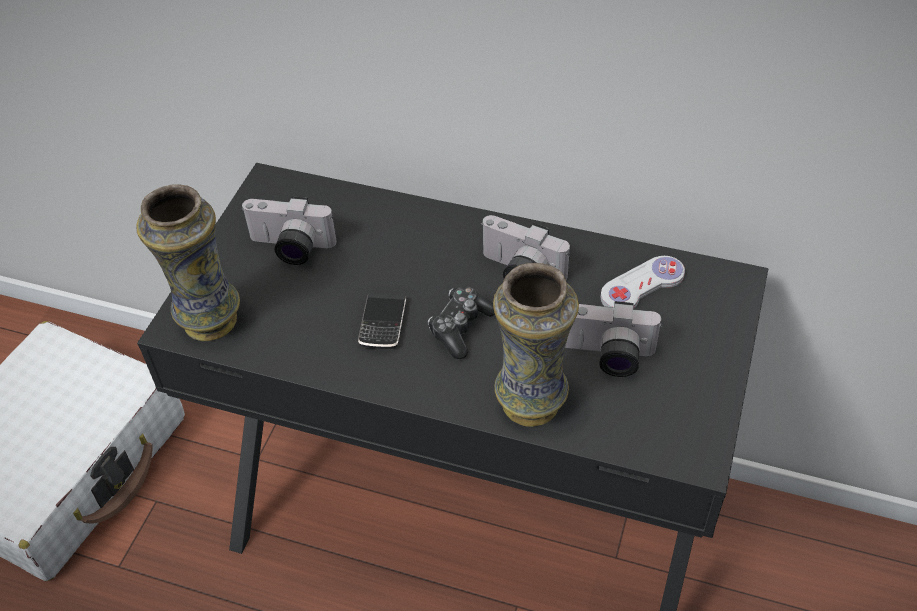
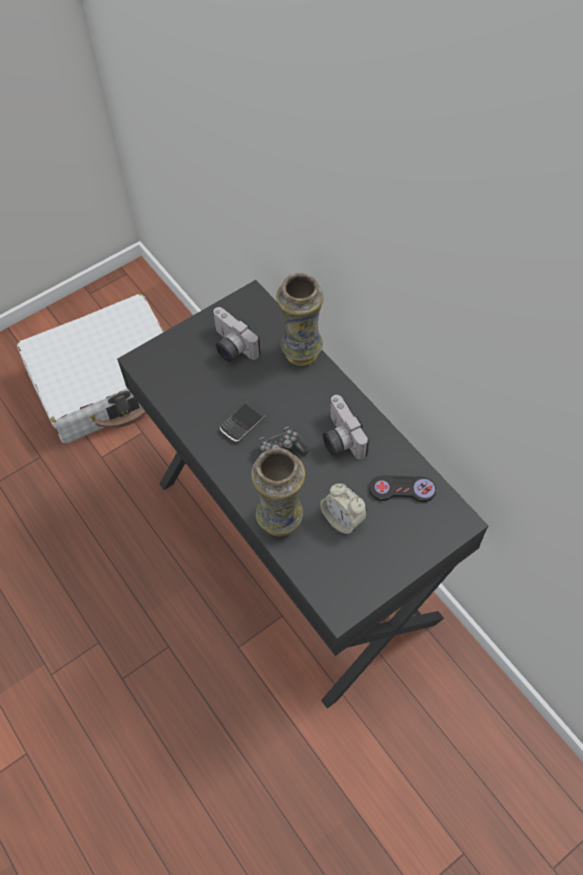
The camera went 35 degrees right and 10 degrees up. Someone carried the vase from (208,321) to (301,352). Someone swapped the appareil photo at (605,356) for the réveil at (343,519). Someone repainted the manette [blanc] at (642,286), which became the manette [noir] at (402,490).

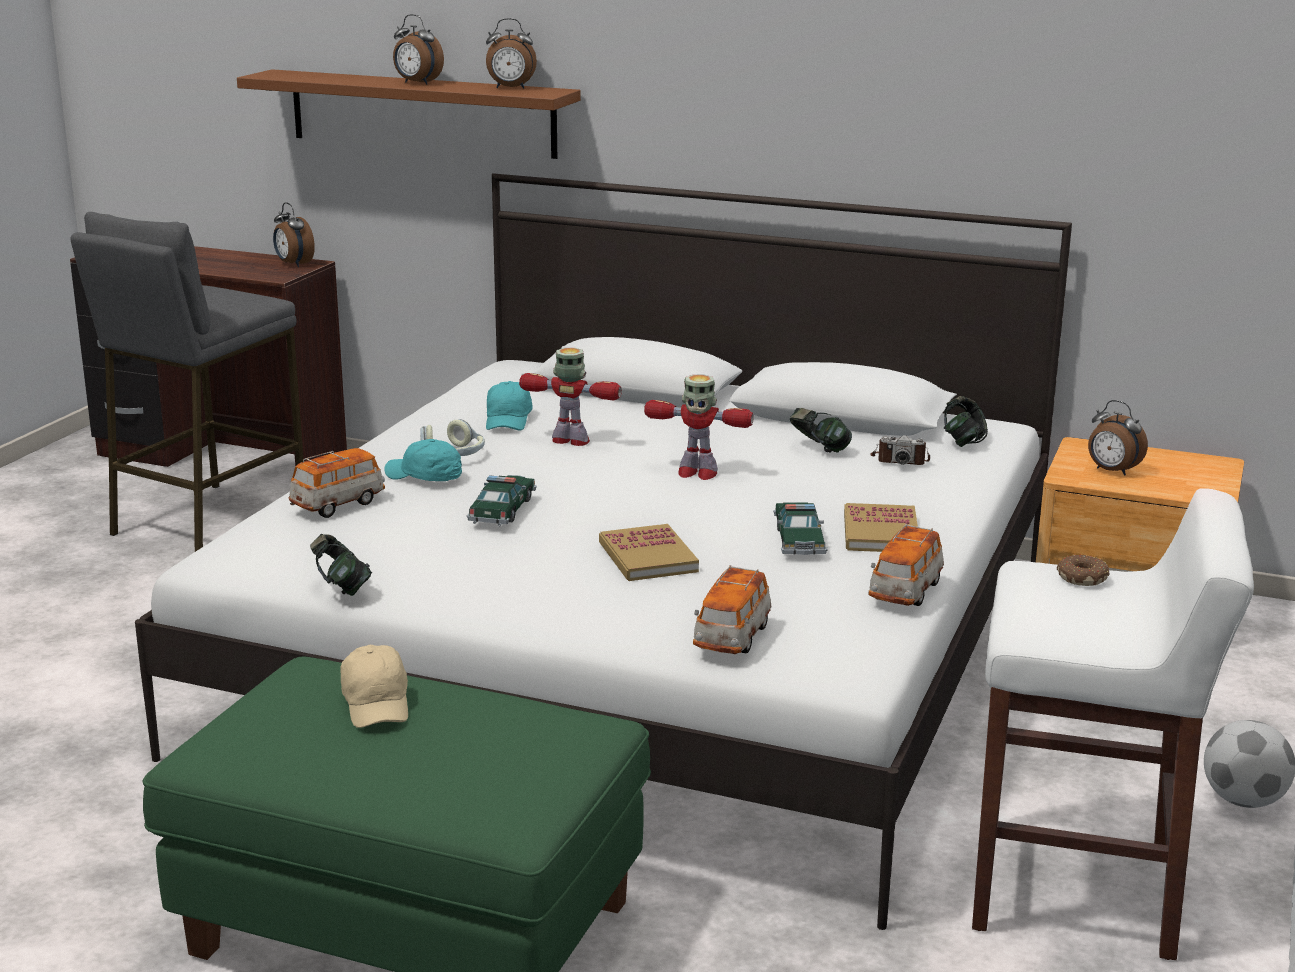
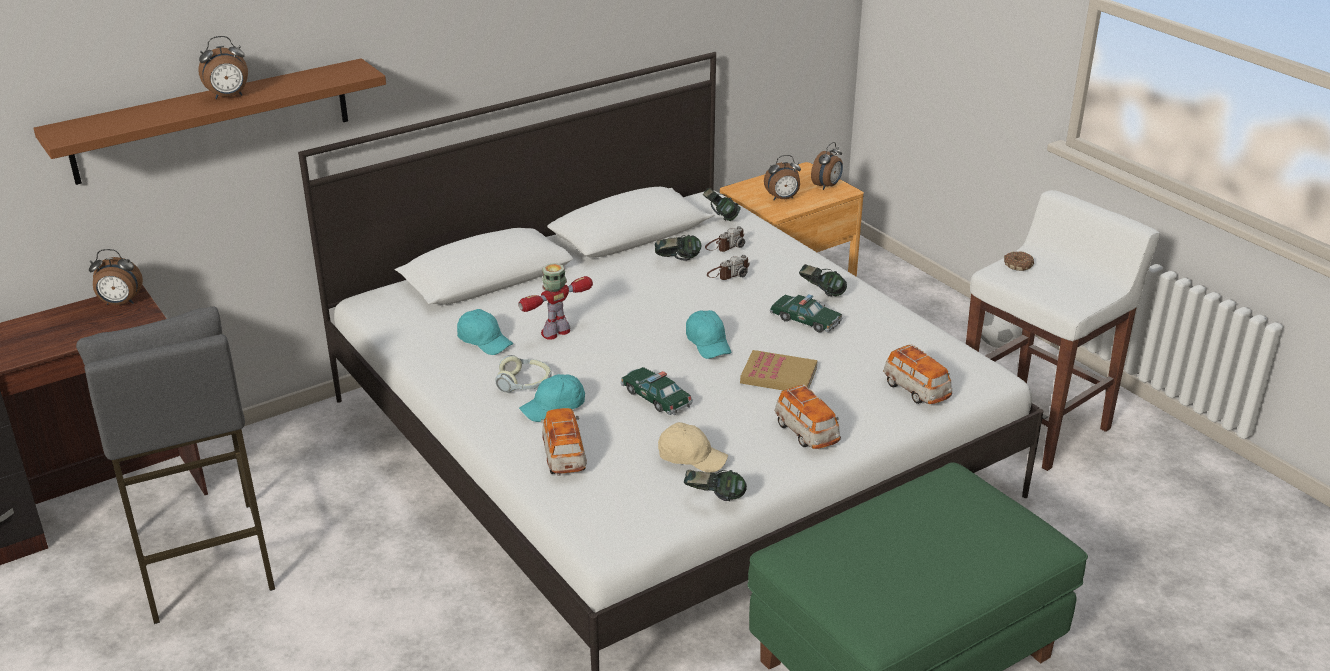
The camera went 55 degrees left and 10 degrees up. Someone took away the robot jouet at (696,473). Someone put down the casquette [turquoise] at (708,343). Someone put down the appareil photo at (728,273). Someone carried the casquette [beige] from (377,704) to (691,457). Someone carried the réveil from (510,88) to (827,186). Someone carried the petite voiture from (905,592) to (806,433). Someone swapped the livre at (880,533) for the casque audio at (821,293).

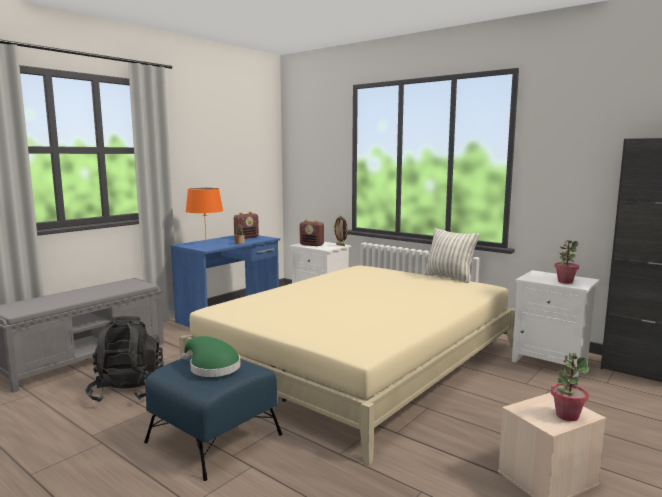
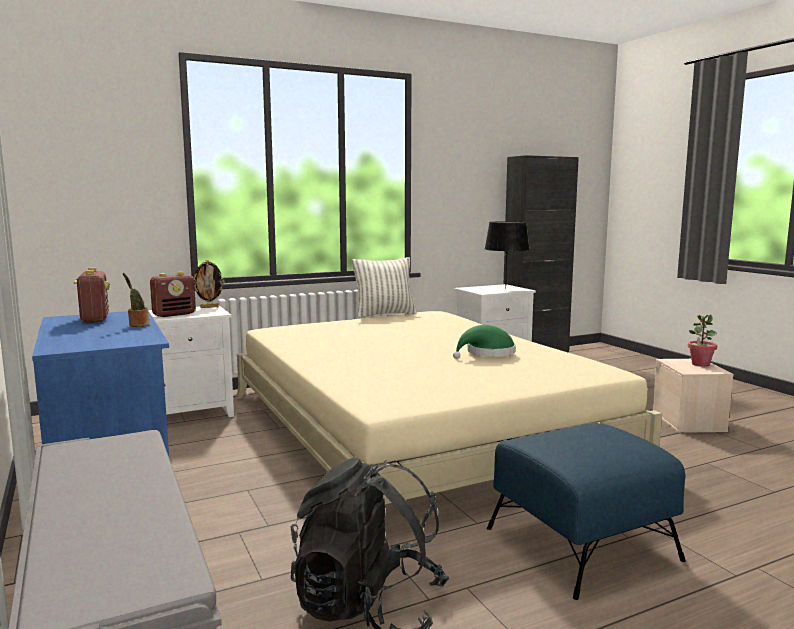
The camera went 65 degrees left and 0 degrees up. Someone took away the lampe de table [orange] at (206,244). Someone carried the chapeau [vert] from (212,367) to (487,353). Someone swapped the plante en pot at (565,281) for the lampe de table [noir] at (505,289).

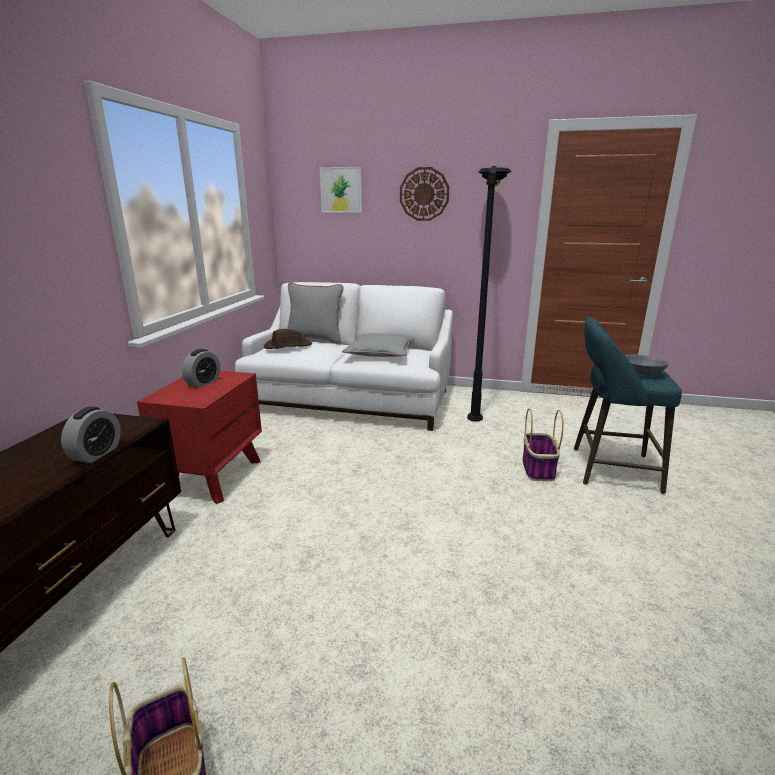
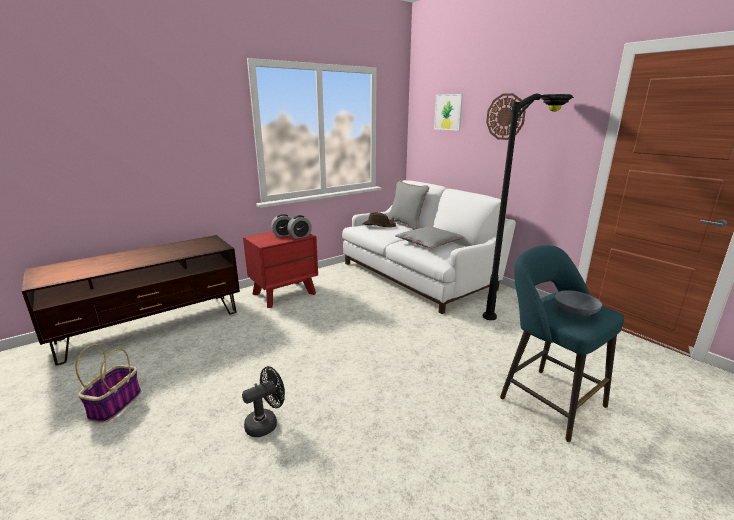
The camera went 40 degrees right and 0 degrees up. Someone took away the panier at (538,469). Someone put down the ventilateur [noir] at (266,423). Someone carried the réveil from (96,454) to (300,236).

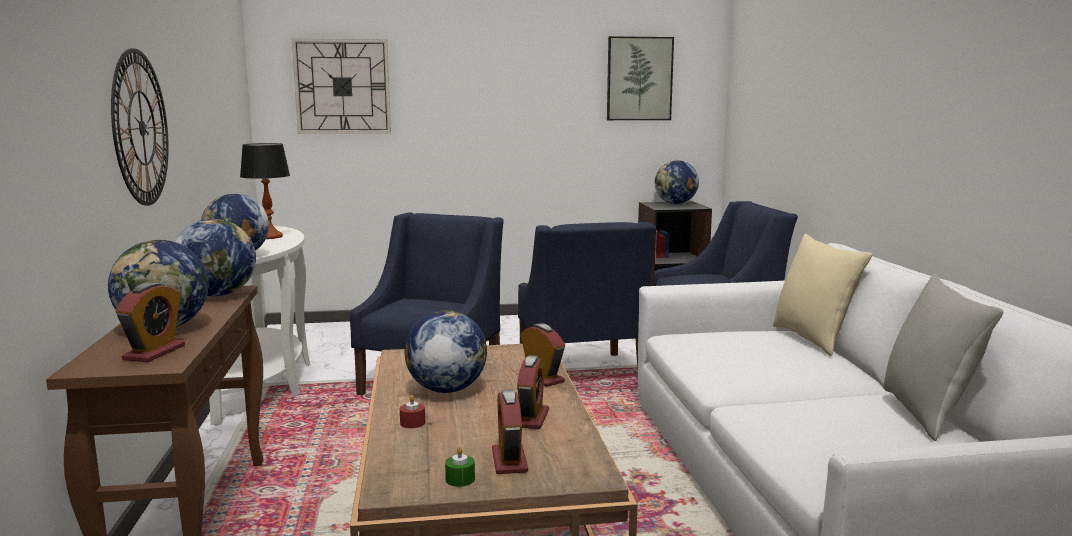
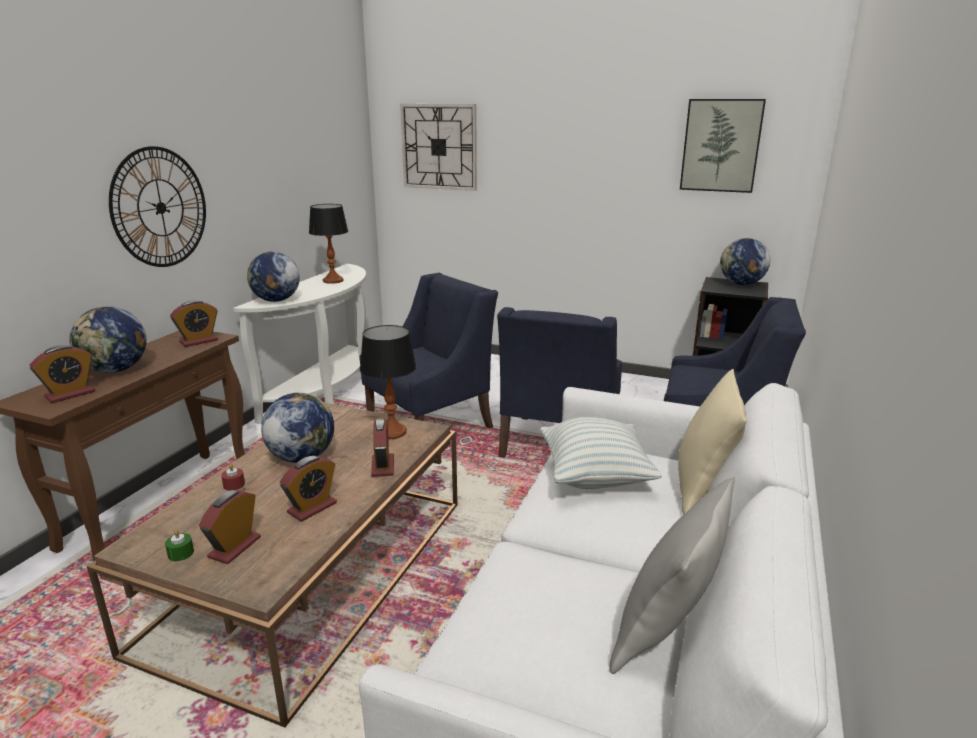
The camera went 30 degrees right and 10 degrees up. Someone put down the lampe de table at (392,432). Someone put down the coussin at (595,477). Someone swapped the globe at (217,295) for the réveil at (199,341).

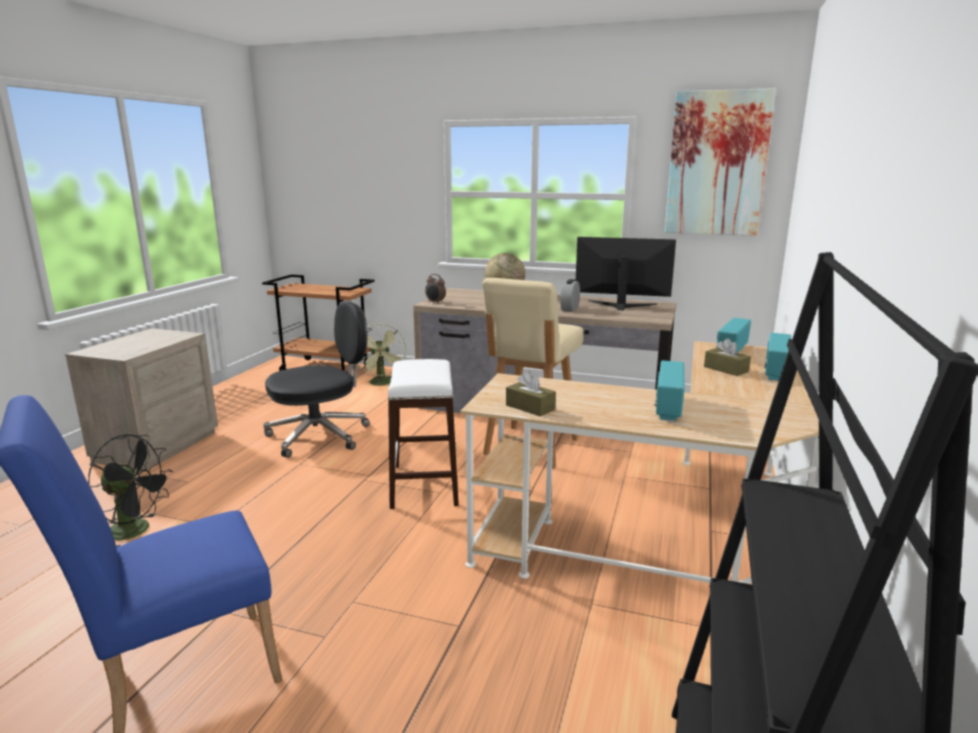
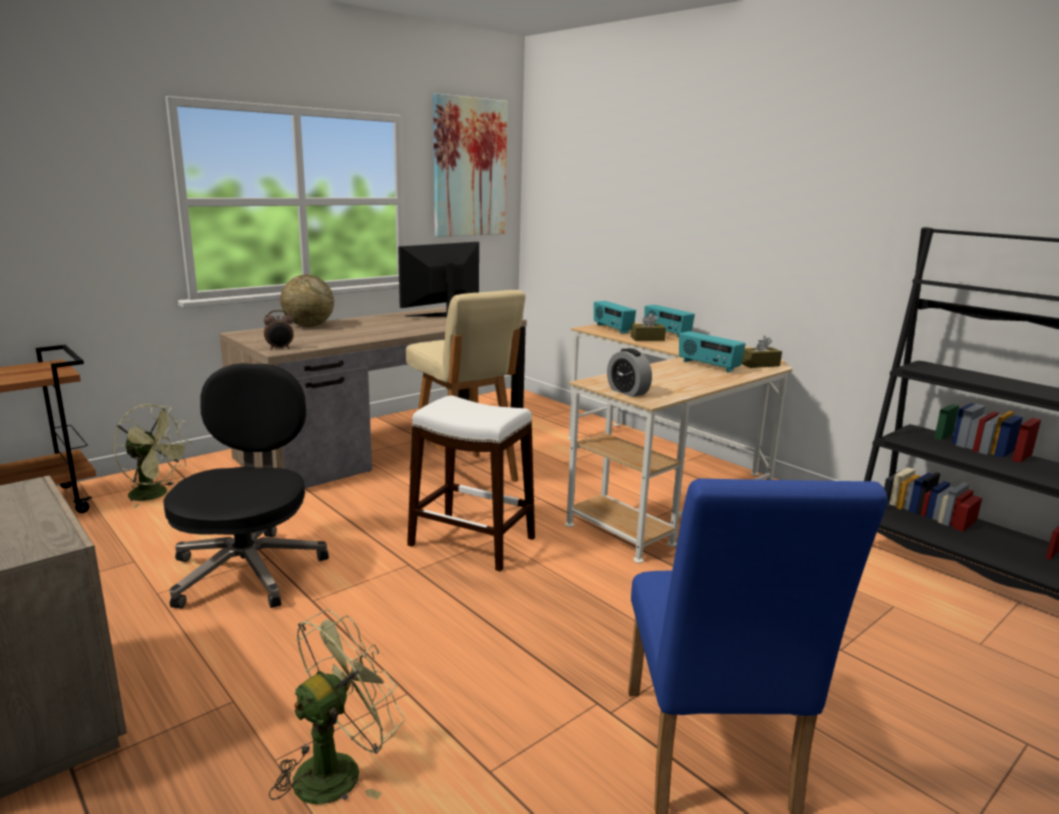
The camera went 60 degrees left and 0 degrees up. Someone carried the boîte à mouchoirs [marron] from (530,407) to (759,364). Someone carried the réveil from (569,309) to (627,392). Someone repainted the ventilateur [noir] at (137,531), which became the ventilateur [vert] at (338,769).

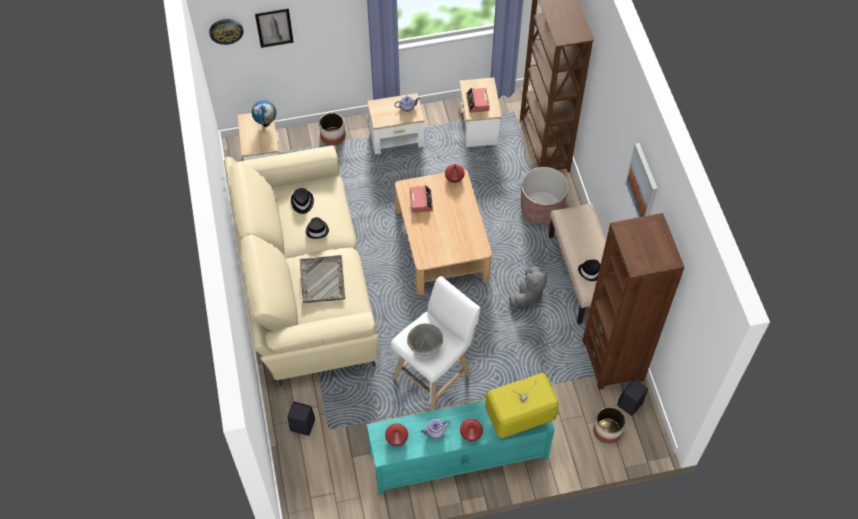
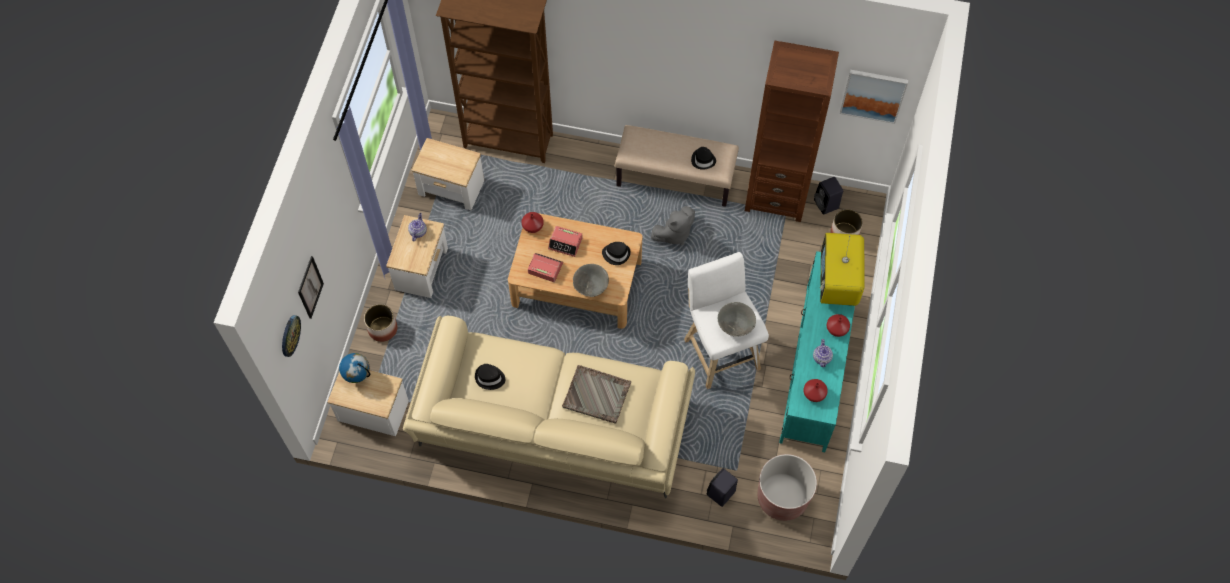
The camera went 65 degrees left and 5 degrees up. Someone put down the bol [gris] at (591,287). Someone carried the chapeau [noir] from (317,230) to (616,254). Someone carried the réveil from (477,103) to (565,243). Someone carried the cache-pot [marron] from (541,209) to (782,497). Someone carried the tableau from (642,185) to (873,95). Someone rotated the peluche [gris] at (527,295) by 90 degrees clockwise.

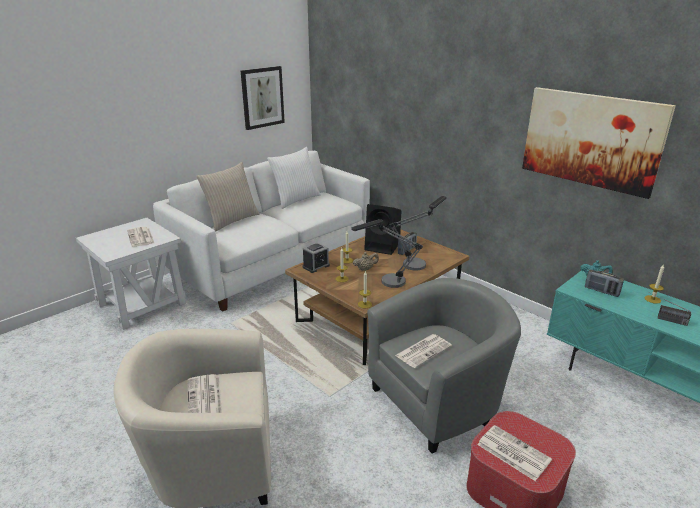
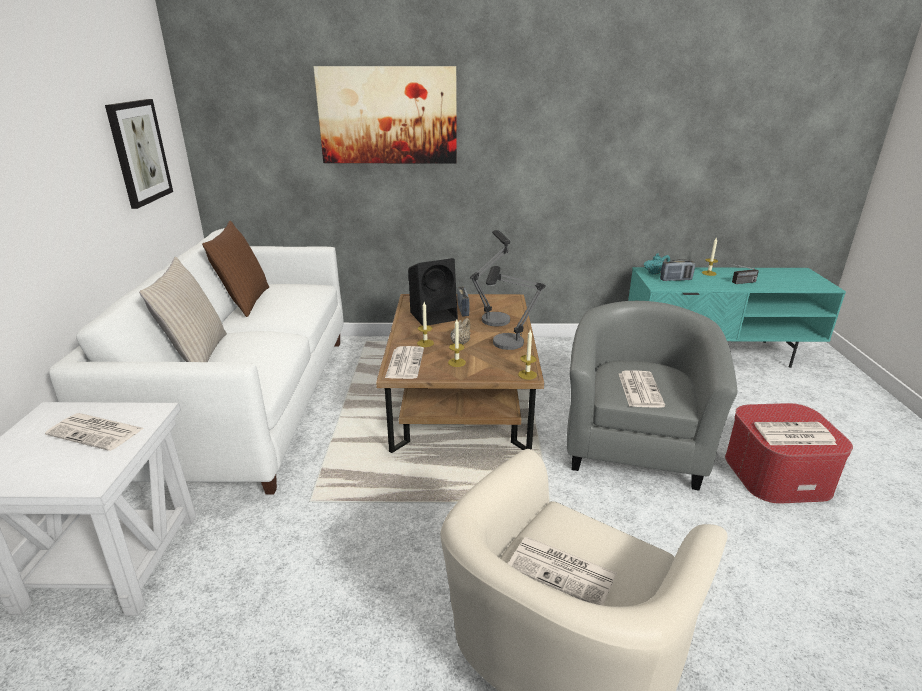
The camera went 45 degrees left and 0 degrees up. Someone carried the tableau from (591,140) to (388,116). Someone swapped the réveil at (316,266) for the journal at (404,363). Someone repainted the coussin [blanc] at (296,200), which became the coussin [marron] at (244,302).

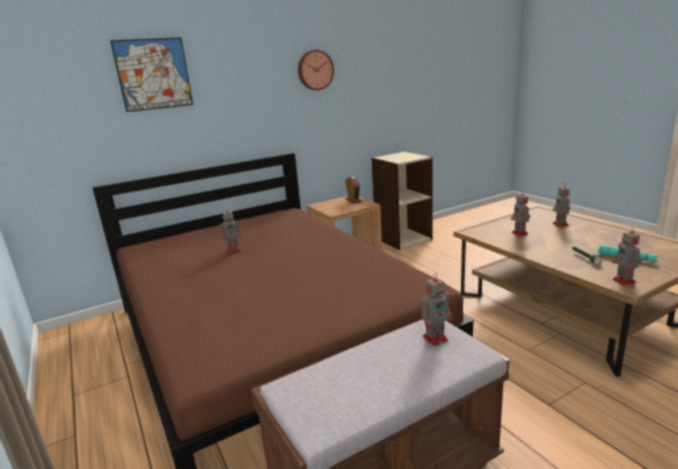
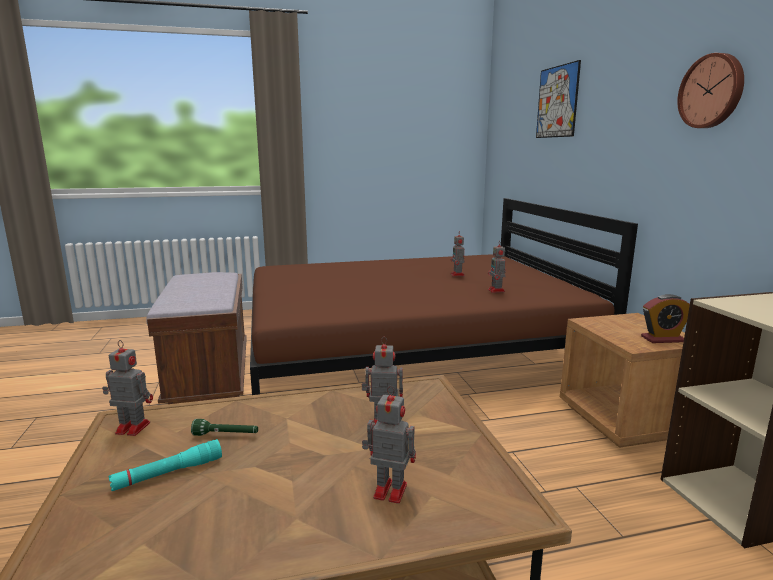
The camera went 105 degrees right and 5 degrees down. Someone carried the robot jouet from (436,338) to (496,291).

